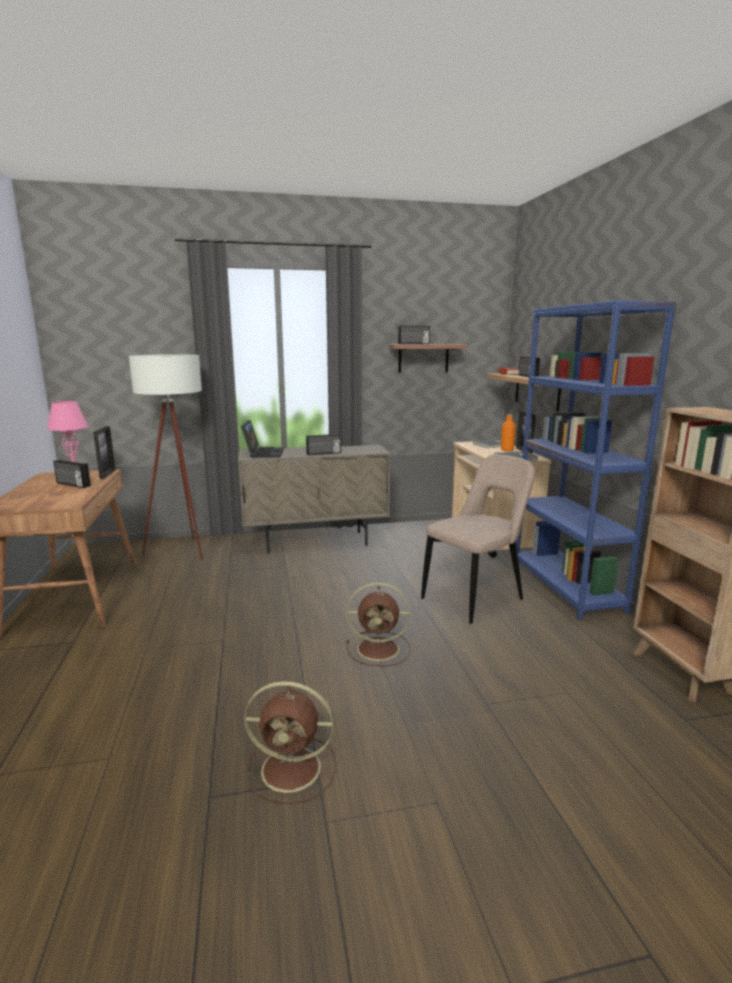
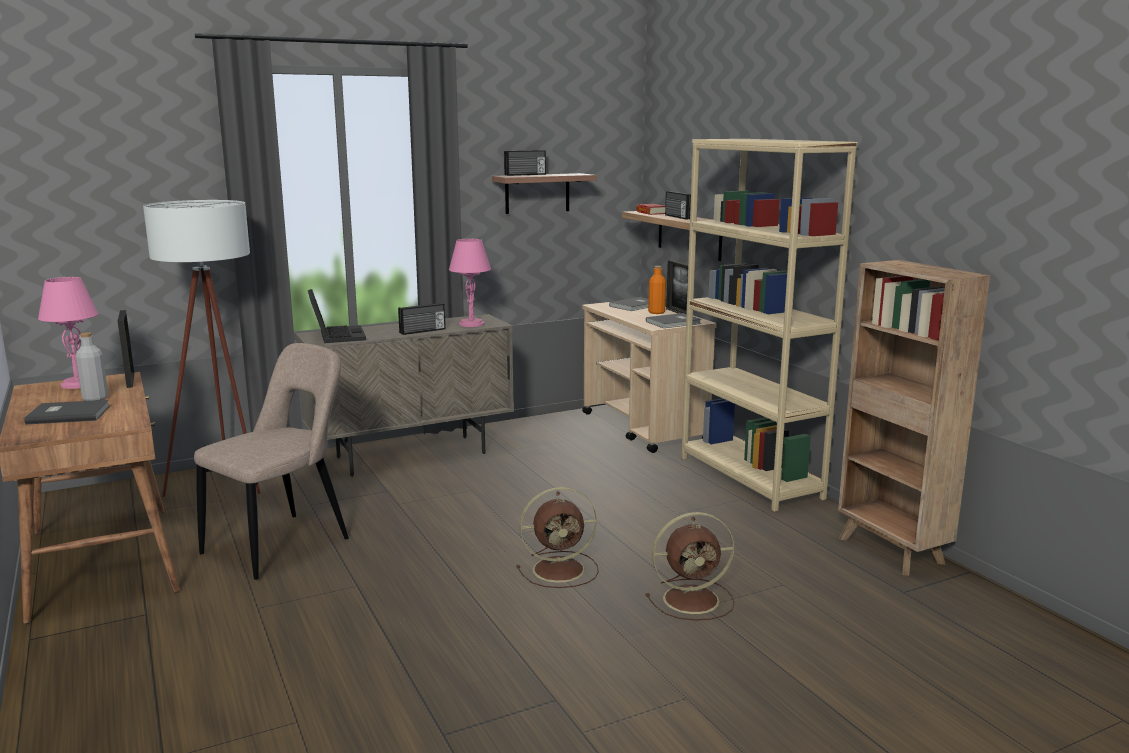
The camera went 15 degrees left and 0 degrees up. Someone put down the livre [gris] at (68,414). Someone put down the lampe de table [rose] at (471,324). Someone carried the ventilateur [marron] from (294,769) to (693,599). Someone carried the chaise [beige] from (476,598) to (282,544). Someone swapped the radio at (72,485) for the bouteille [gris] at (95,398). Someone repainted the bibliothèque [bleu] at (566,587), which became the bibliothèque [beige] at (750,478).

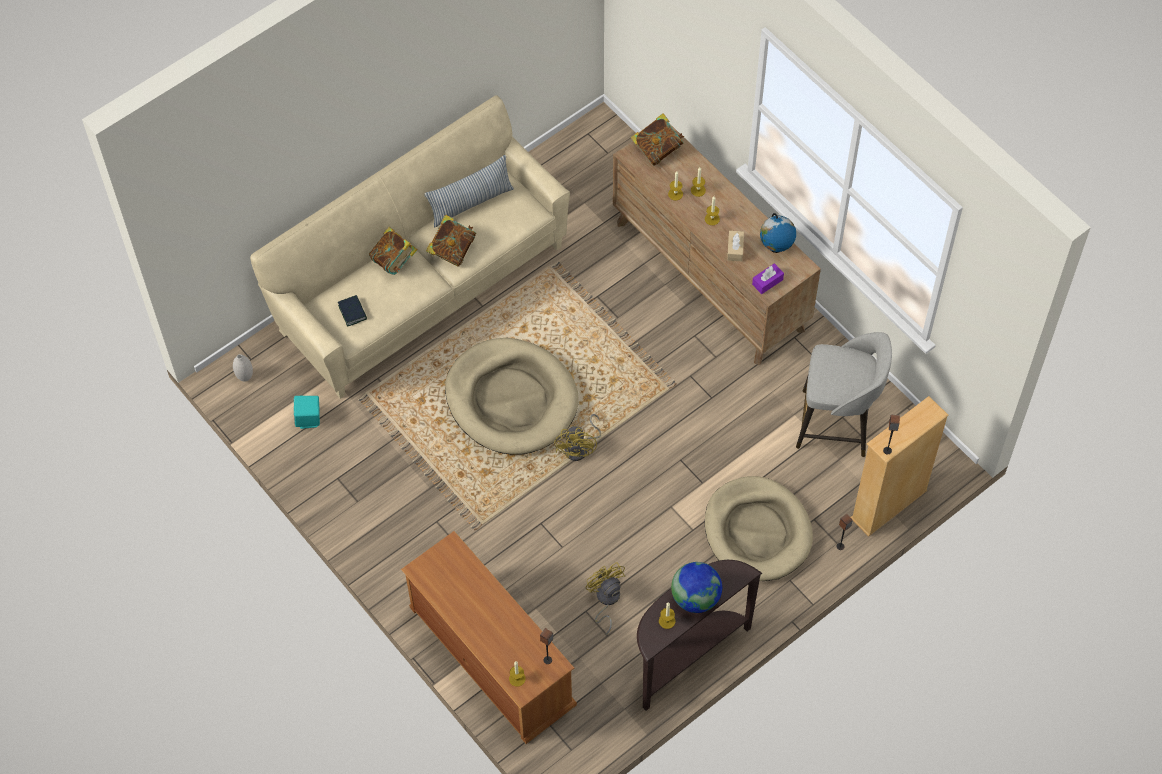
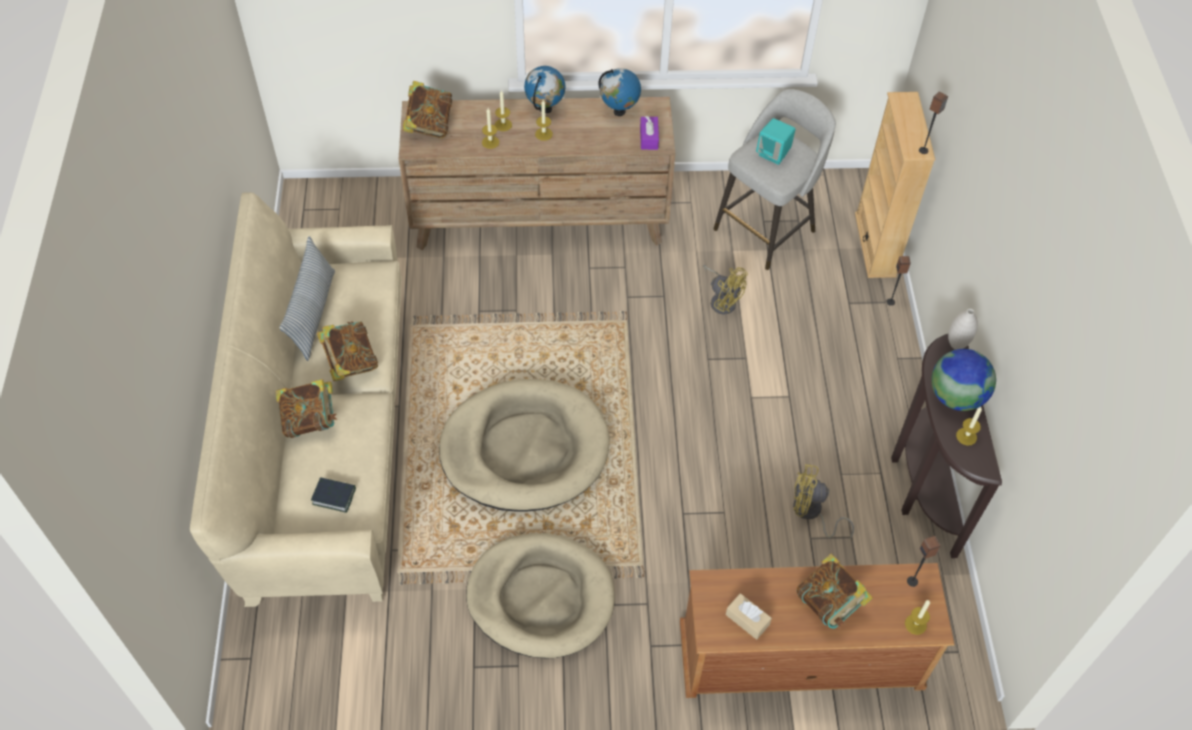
The camera went 55 degrees left and 5 degrees down. Someone put down the globe at (545,109). Someone put down the livre at (829,603). Someone carried the vase [blanc] from (245,377) to (956,345). Someone carried the enceinte [turquoise] from (309,419) to (773,154). Someone carried the ventilateur [jaune] from (580,448) to (722,300). Someone carried the panier pour chien [beige] from (757,531) to (541,597). Someone carried the boîte à mouchoirs [beige] from (735,249) to (747,619).

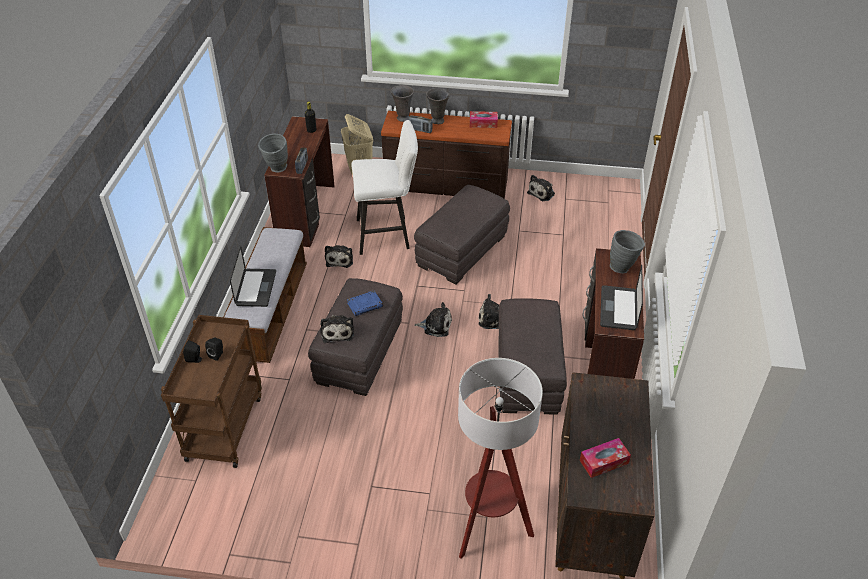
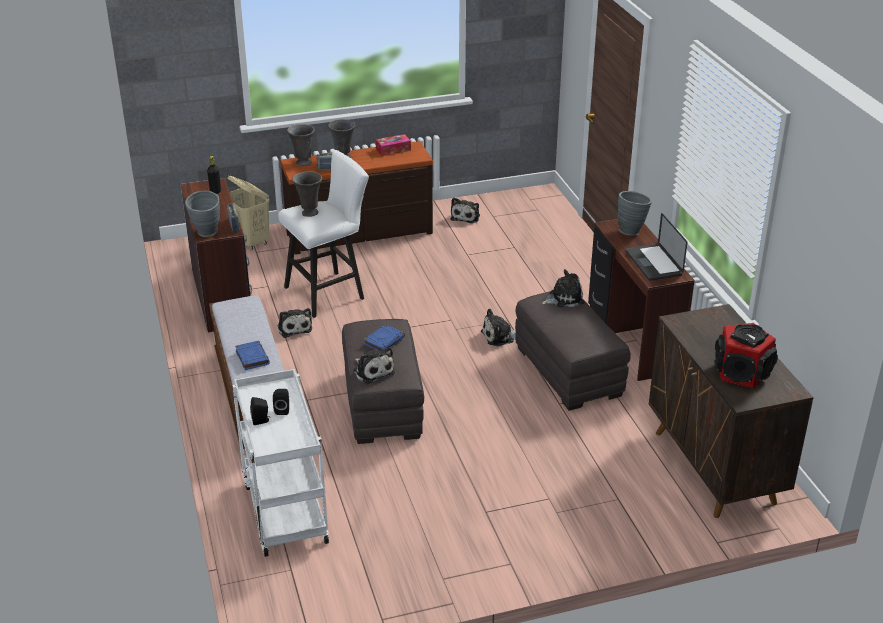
The camera went 25 degrees left and 10 degrees down. Someone took away the pouf [gris] at (461,250). Someone took away the lampadaire at (489,527). Someone put down the vase [gris] at (309,213). Someone carried the peluche from (436,325) to (564,298). Someone swapped the ordinateur portable at (256,288) for the livre [bleu] at (252,357). Someone swapped the boîte à mouchoirs at (604,462) for the enceinte at (741,372). Someone repainted the chariot [marron] at (224,426), which became the chariot [blanc] at (283,512).

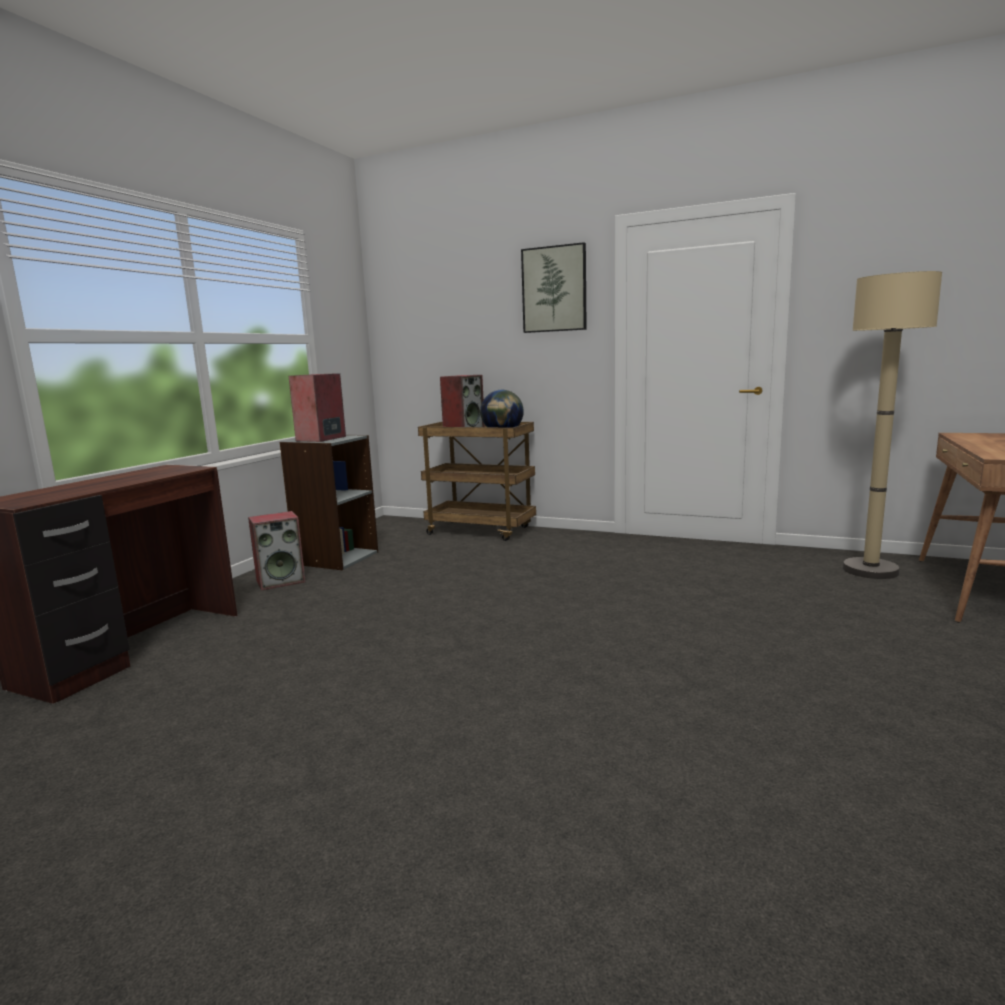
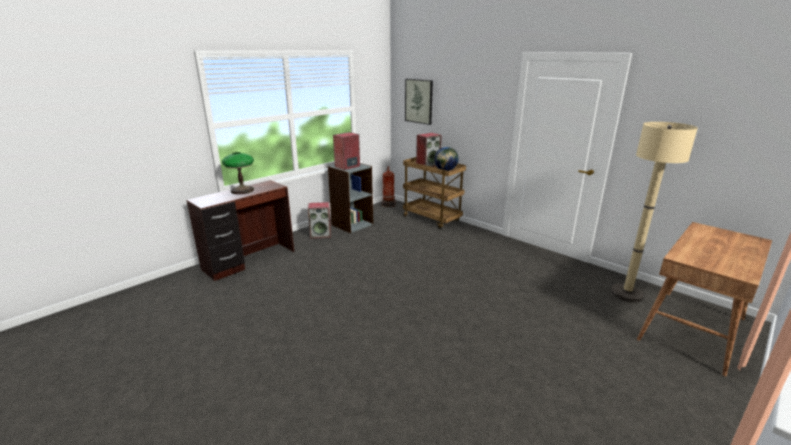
The camera went 20 degrees right and 10 degrees up. Someone put down the lampe de table at (242,190). Someone put down the extincteur at (388,204). Someone carried the tableau from (554,289) to (419,101).

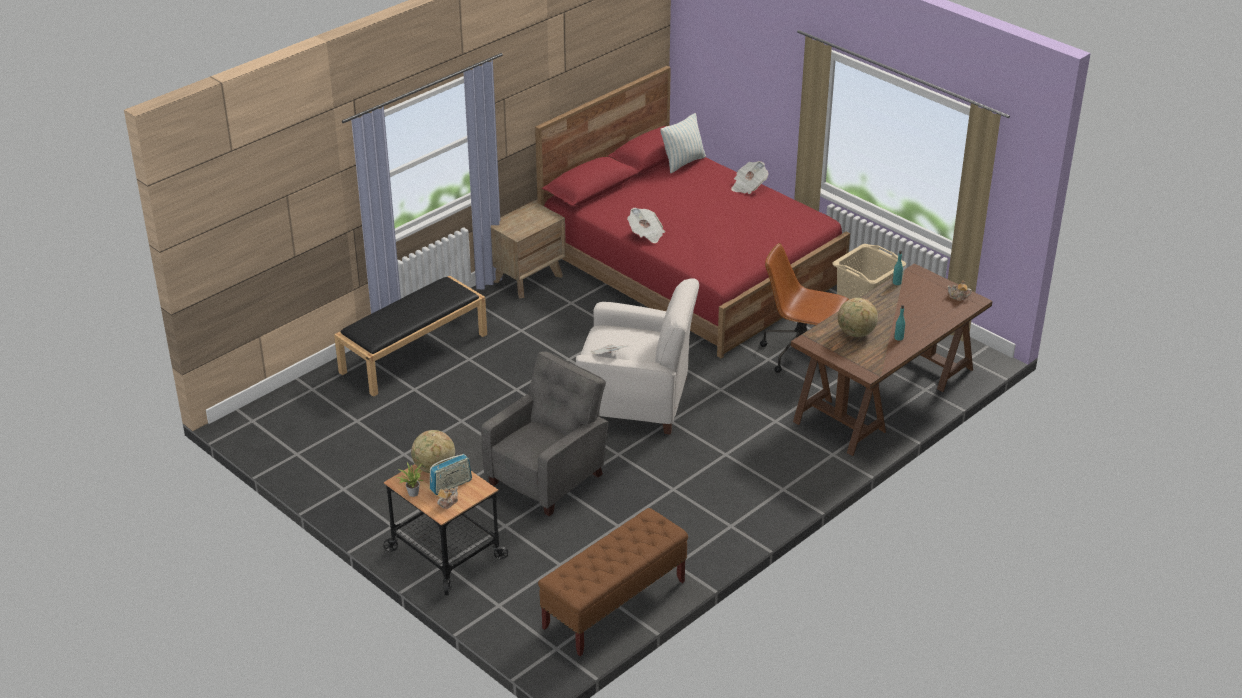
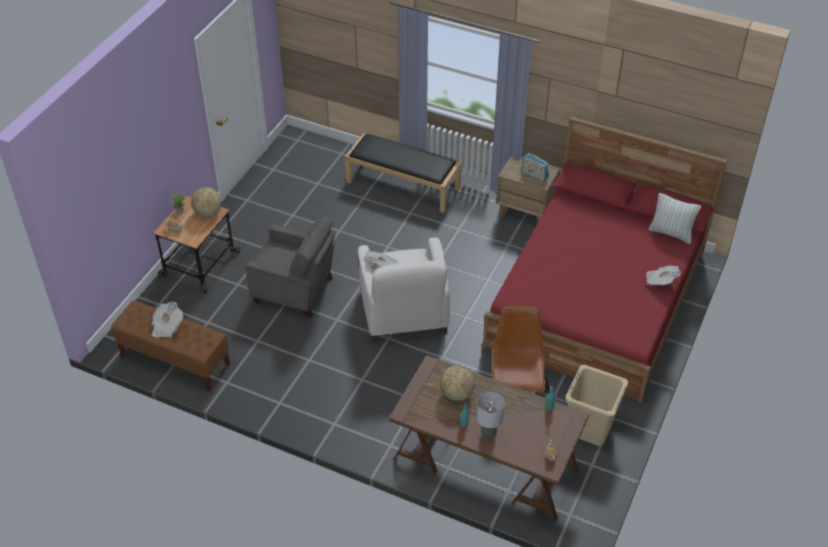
The camera went 70 degrees right and 10 degrees up. Someone put down the lampe de table [gris] at (488,435). Someone carried the radio from (451,485) to (534,174). Someone carried the journal from (646,234) to (167,326).

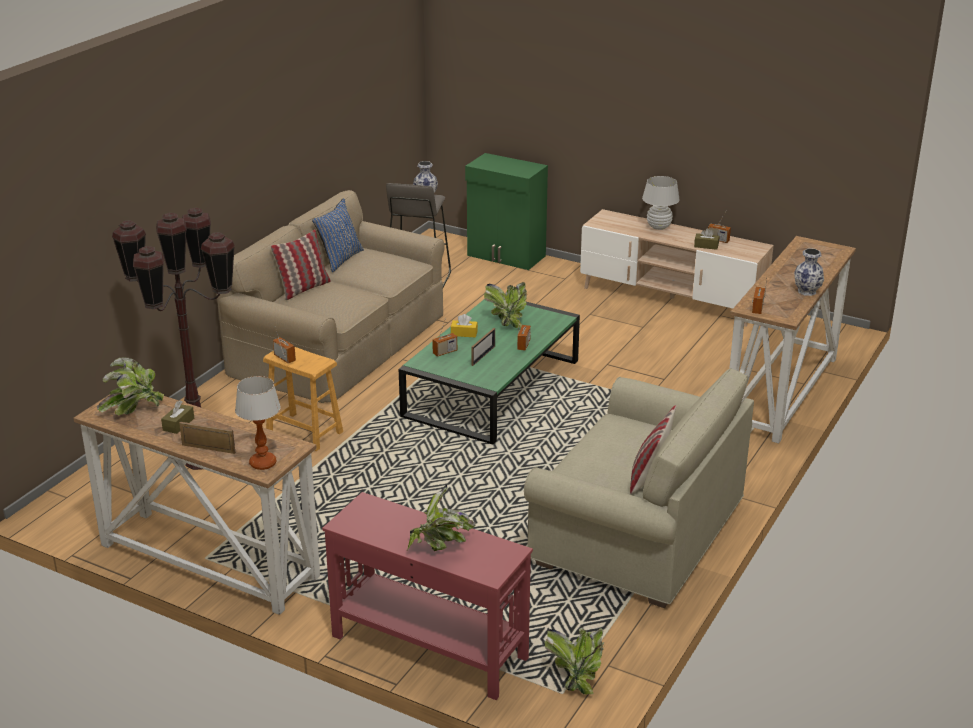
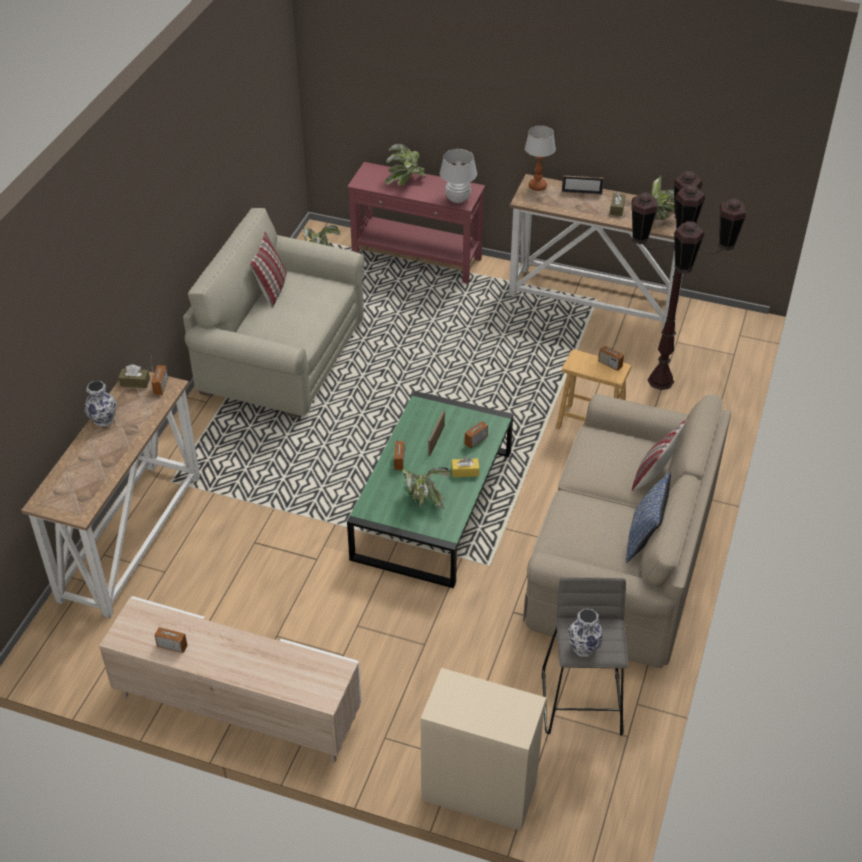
The camera went 170 degrees right and 15 degrees up. Someone carried the lampe de table [blanc] from (659,227) to (457,199). Someone carried the boîte à mouchoirs [marron] from (706,246) to (135,382). Someone repainted the meuble de rangement [vert] at (506,256), which became the meuble de rangement [beige] at (479,789).

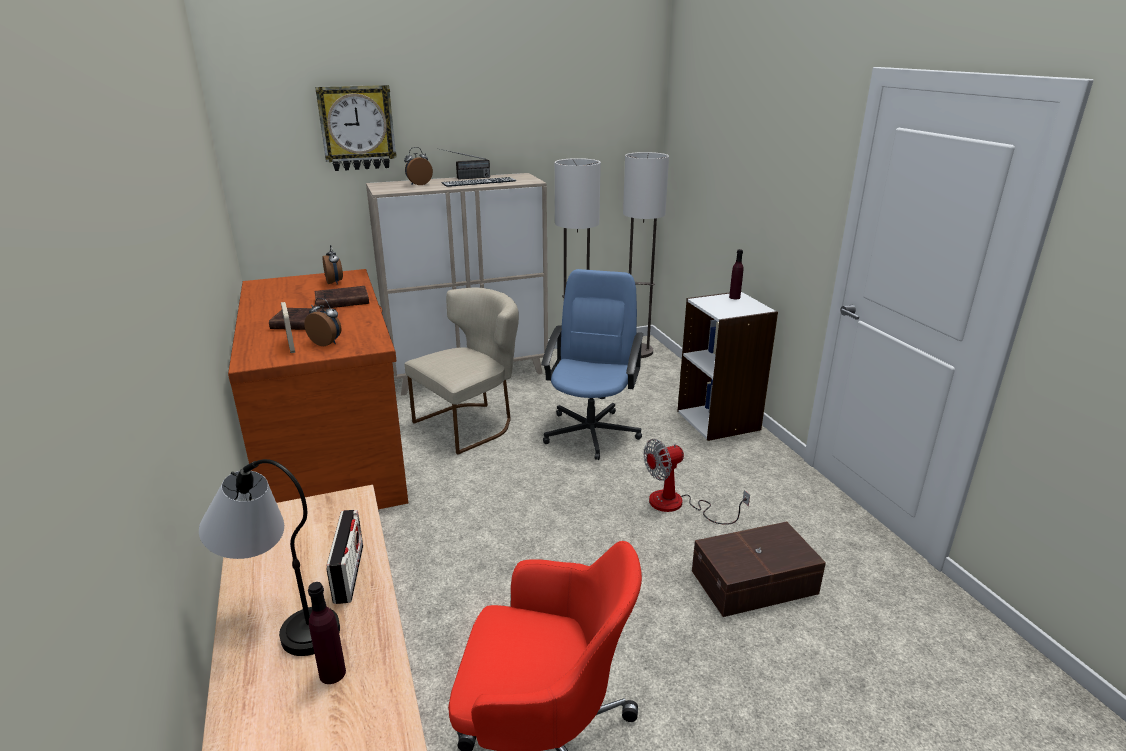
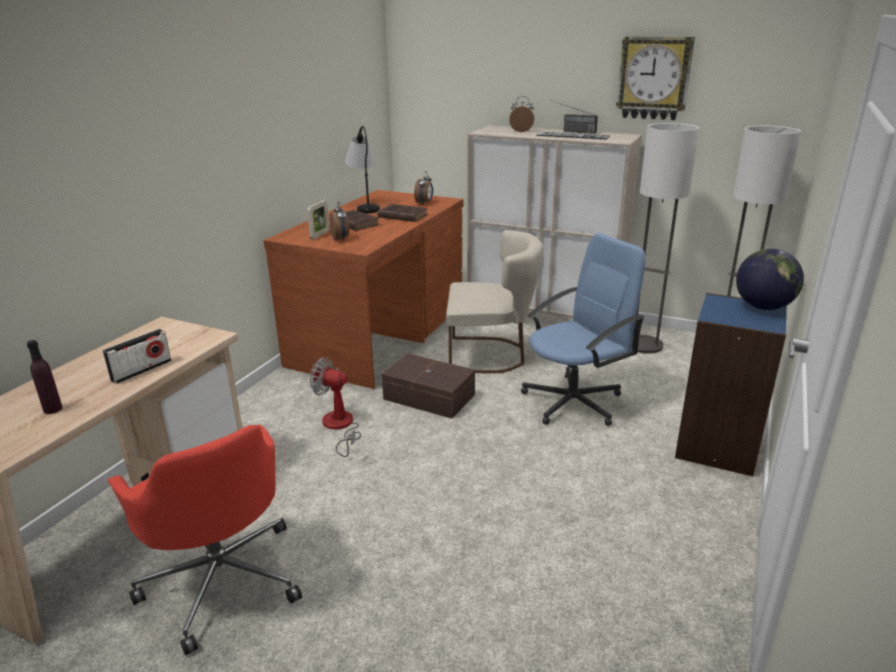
The camera went 45 degrees right and 0 degrees up. Someone carried the lampe de table from (282,619) to (365,206). Someone carried the horloge murale from (357,128) to (654,78). Someone carried the ventilateur from (678,505) to (340,427). Someone carried the boîte de rangement [marron] from (756,583) to (429,398). Someone swapped the bouteille [violet] at (734,297) for the globe at (763,307). Someone repainted the bibliothèque [blanc] at (719,420), which became the bibliothèque [bleu] at (718,447).

